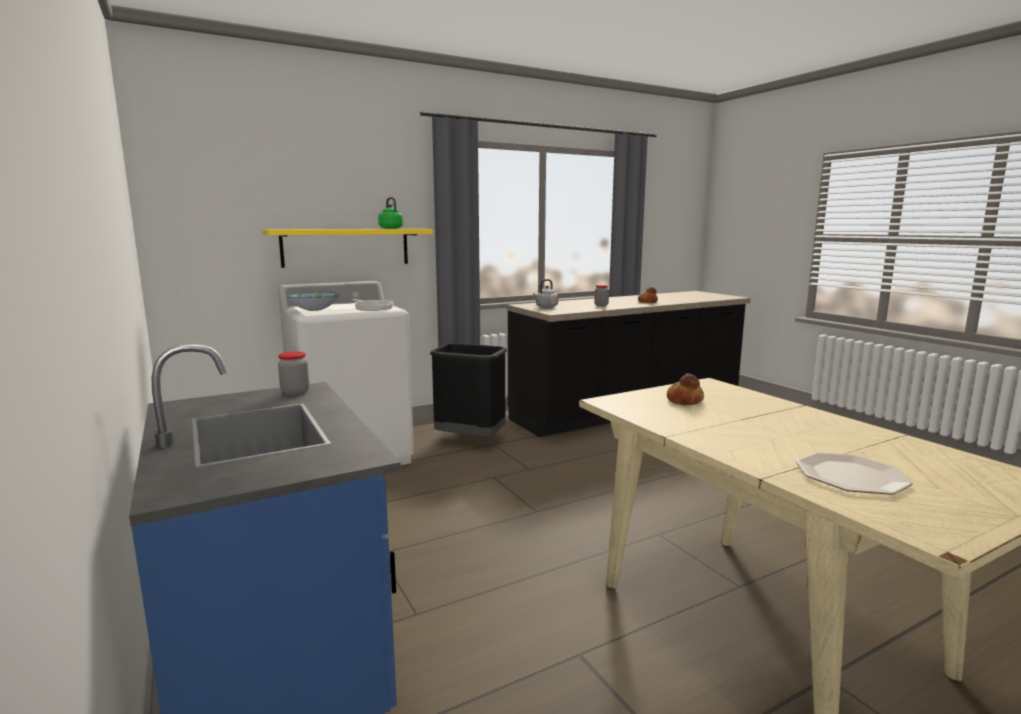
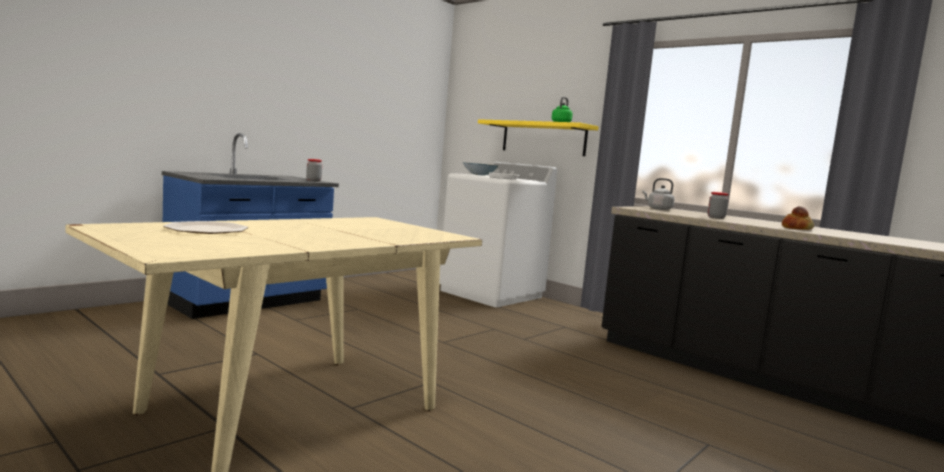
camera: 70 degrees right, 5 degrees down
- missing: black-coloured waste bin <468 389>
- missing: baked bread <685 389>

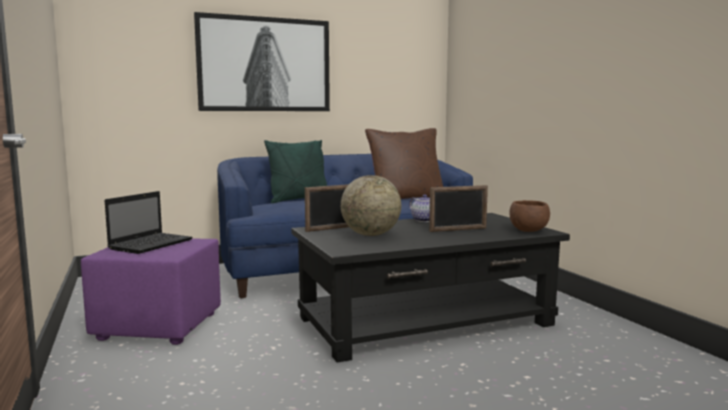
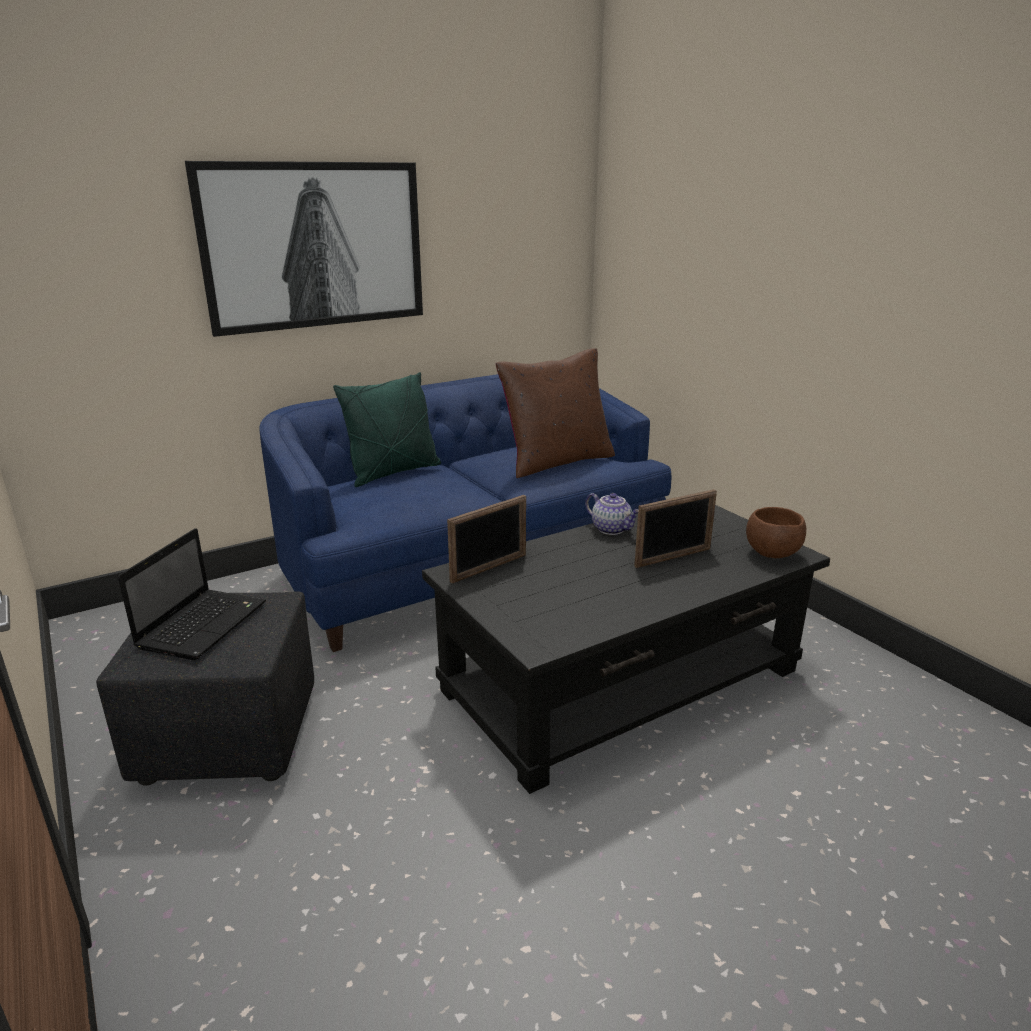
camera: 10 degrees left, 15 degrees up
- colour: purplish ottoman <151 291> to black-coloured ottoman <205 688>
- missing: globe <371 205>

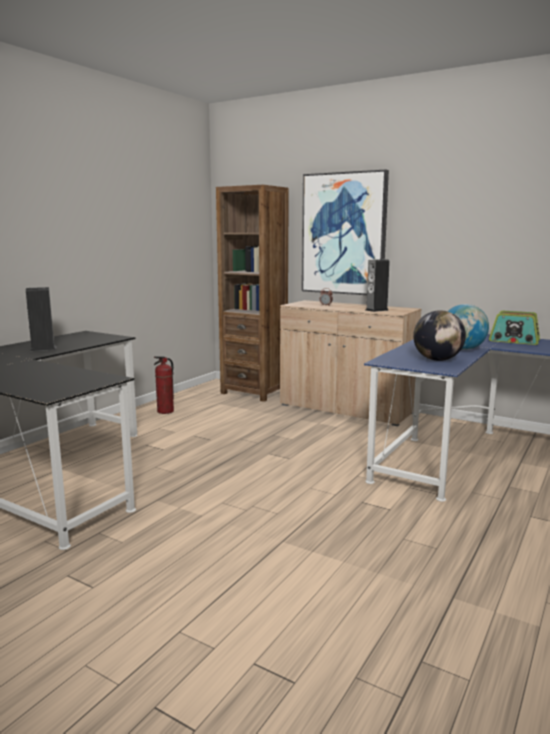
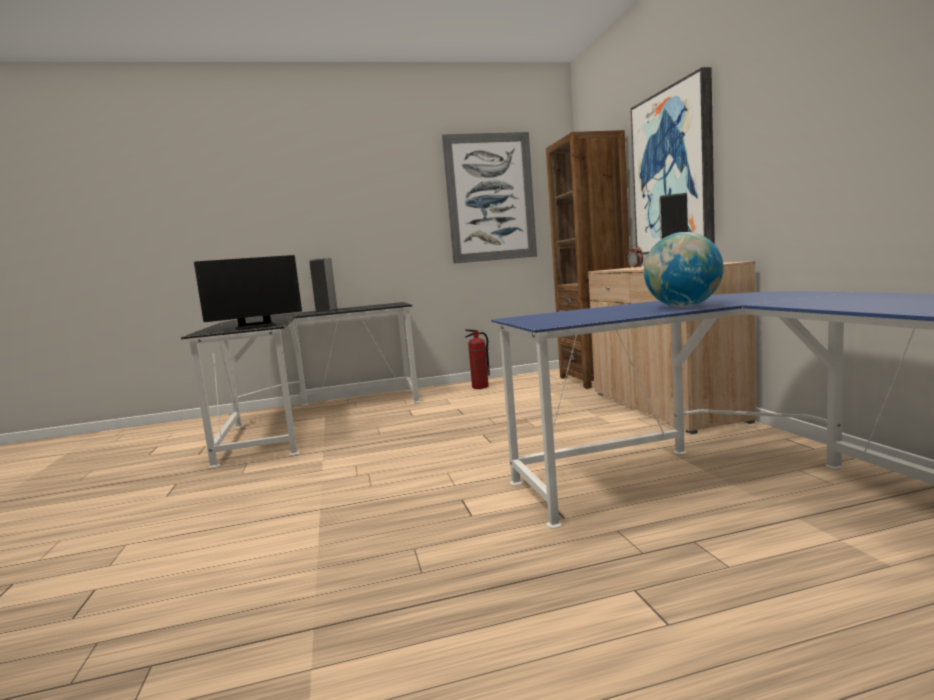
camera: 45 degrees right, 5 degrees down
- appeared: monitor <248 292>
- appeared: picture <489 198>
- missing: globe <439 335>
- missing: radio <514 328>

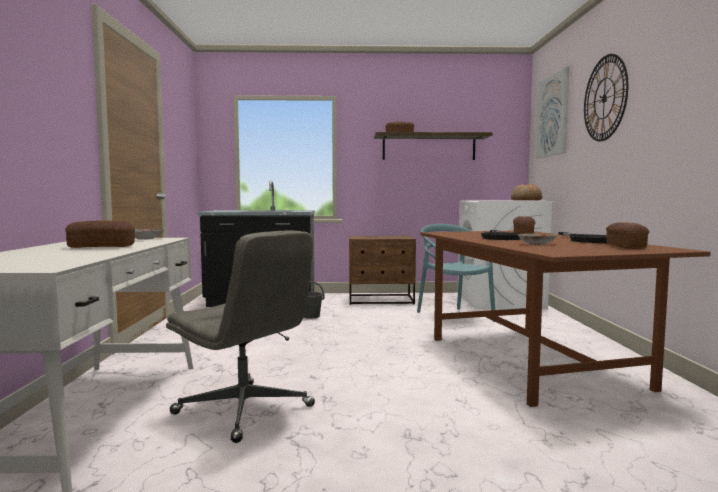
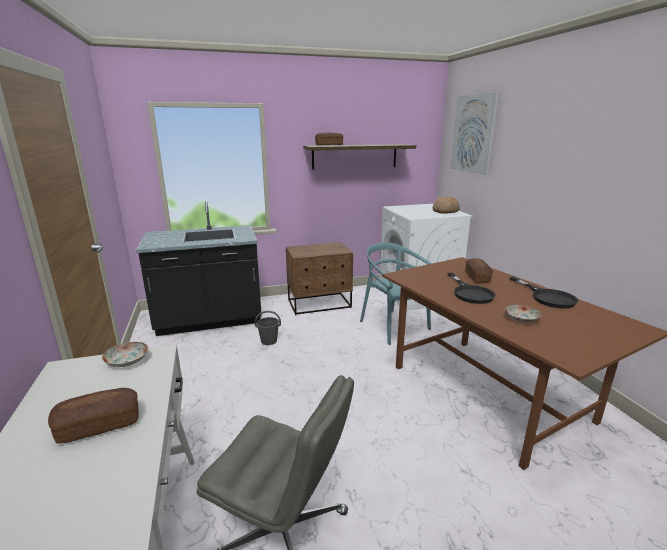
camera: 15 degrees left, 15 degrees up
- missing: hanging clock <606 97>
- missing: baked bread <627 235>

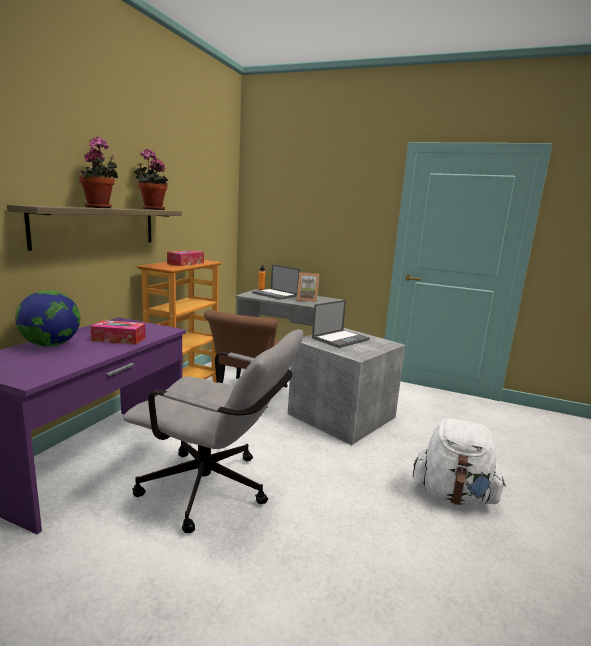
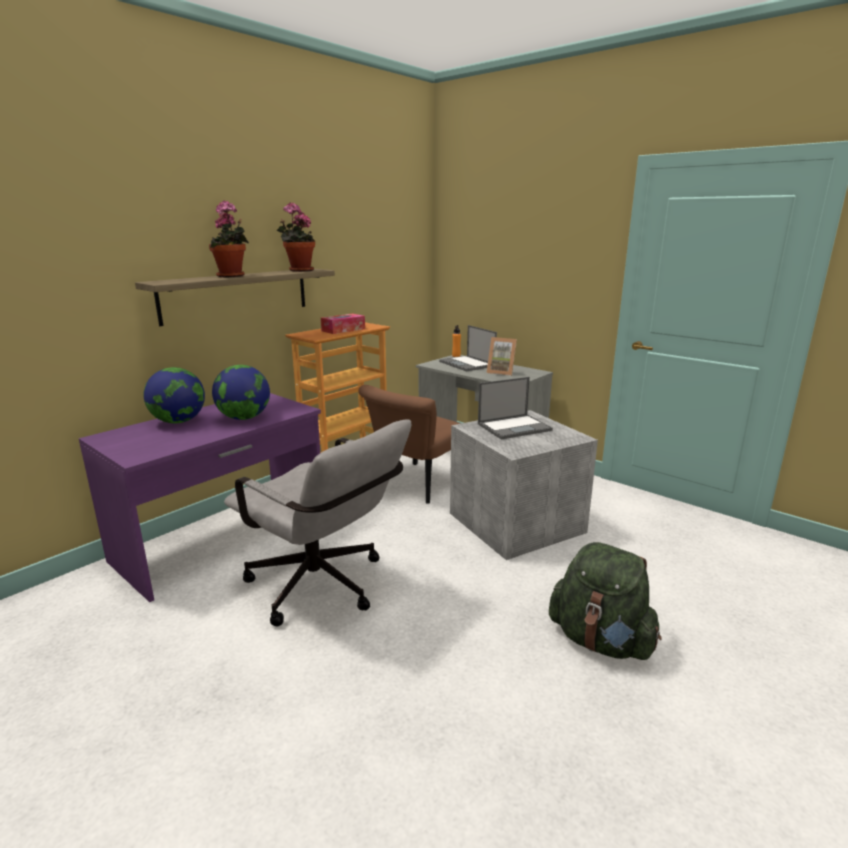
camera: 20 degrees right, 5 degrees up
- exchanged: tissue holder <118 332> to globe <241 392>
- colour: white backpack <459 462> to greenish backpack <605 601>

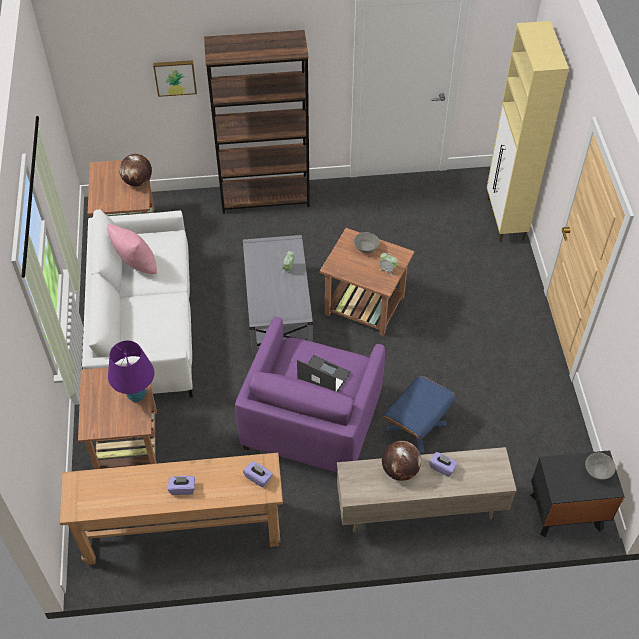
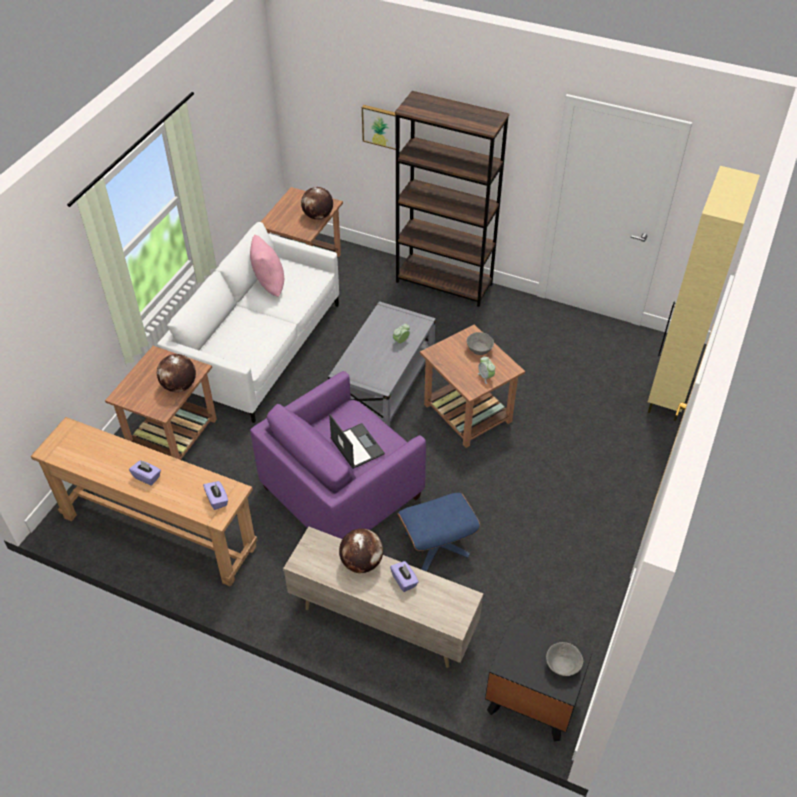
camera: 30 degrees right, 5 degrees down
- exchanged: purplish table lamp <131 371> to globe <176 373>

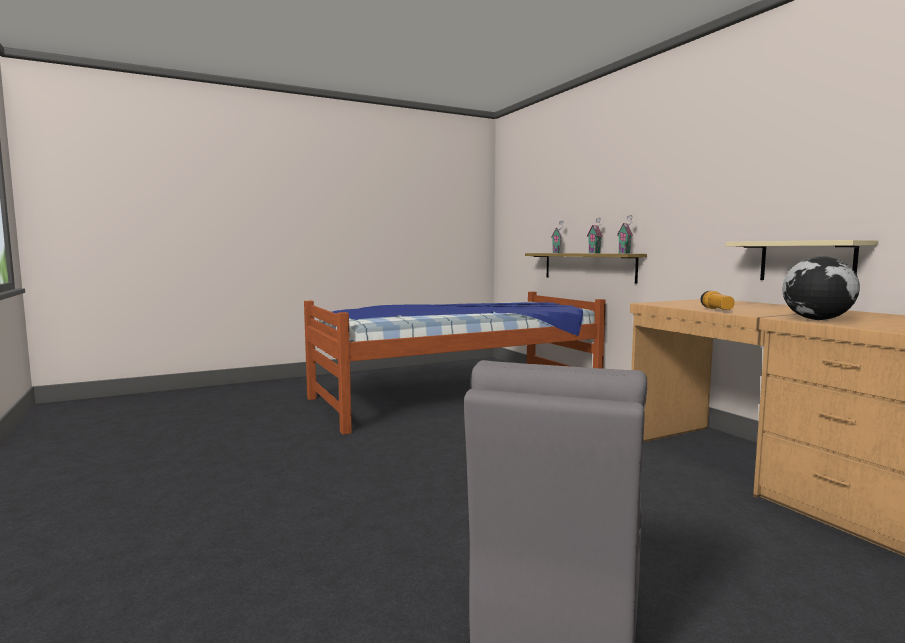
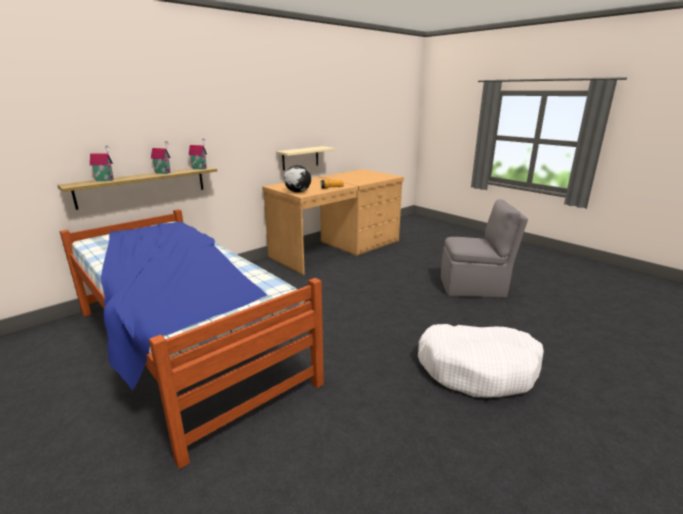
camera: 105 degrees left, 15 degrees up
- relocated: globe <821 288> to <297 179>
- appeared: white dog cushion <481 360>

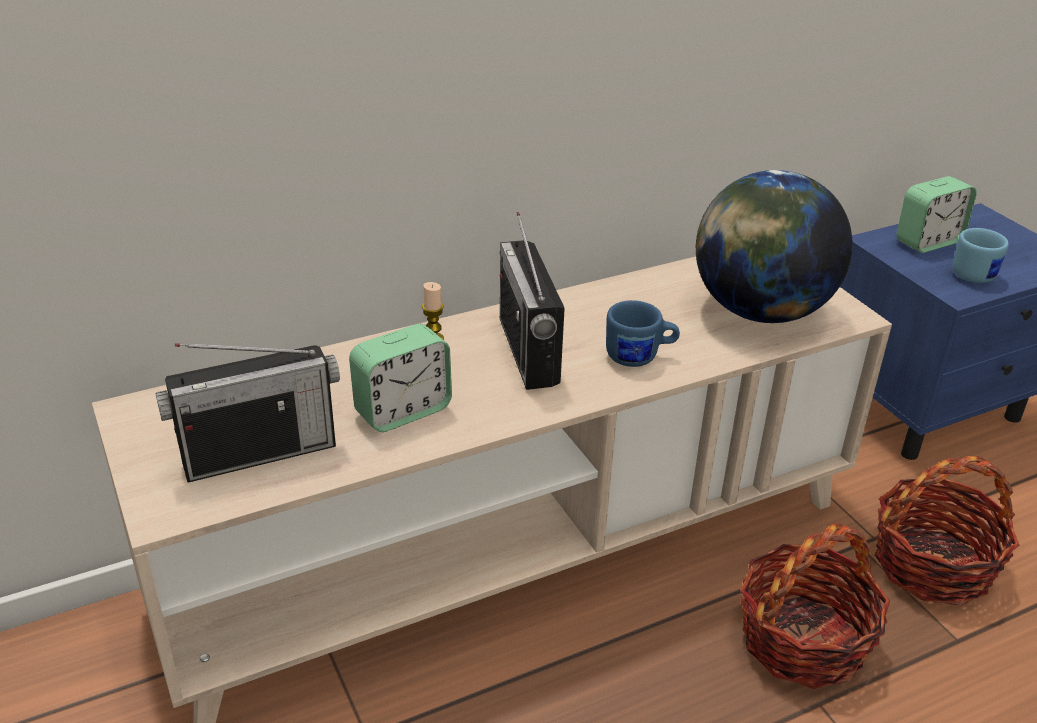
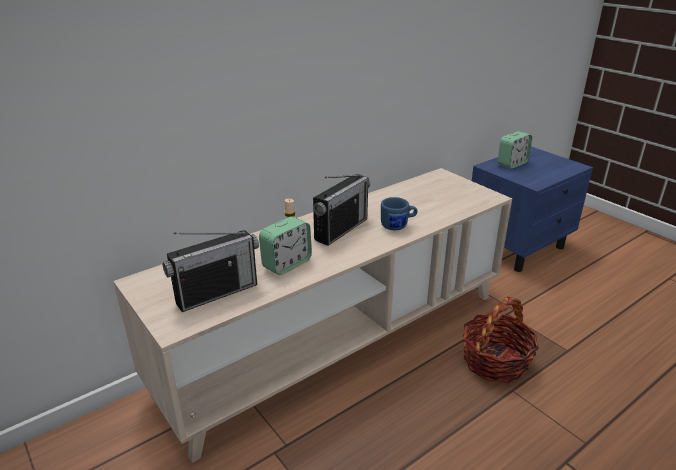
camera: 10 degrees left, 5 degrees down
- spun: radio <532 301> = <341 210> 120 degrees counterclockwise
- missing: globe <774 246>
- missing: basket <947 531>
- missing: blue tea mug <981 255>

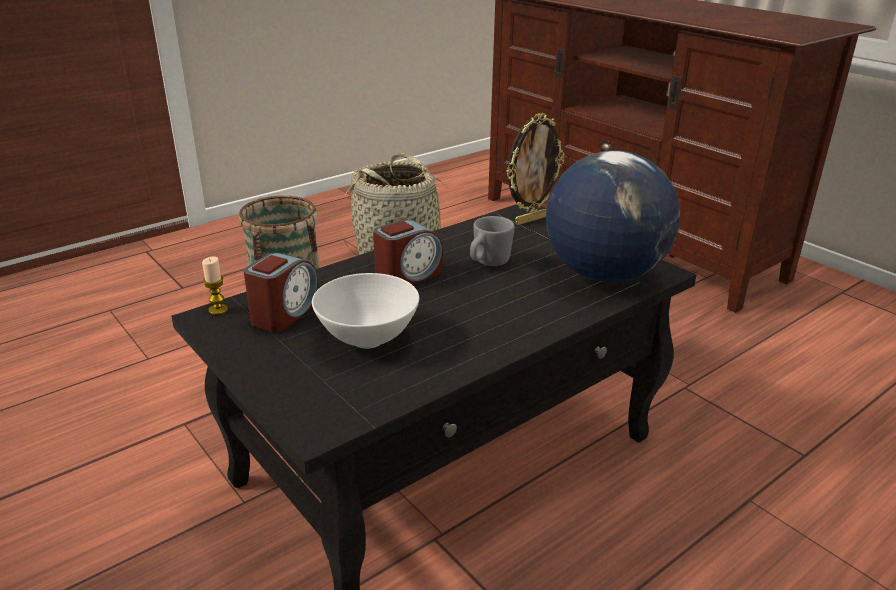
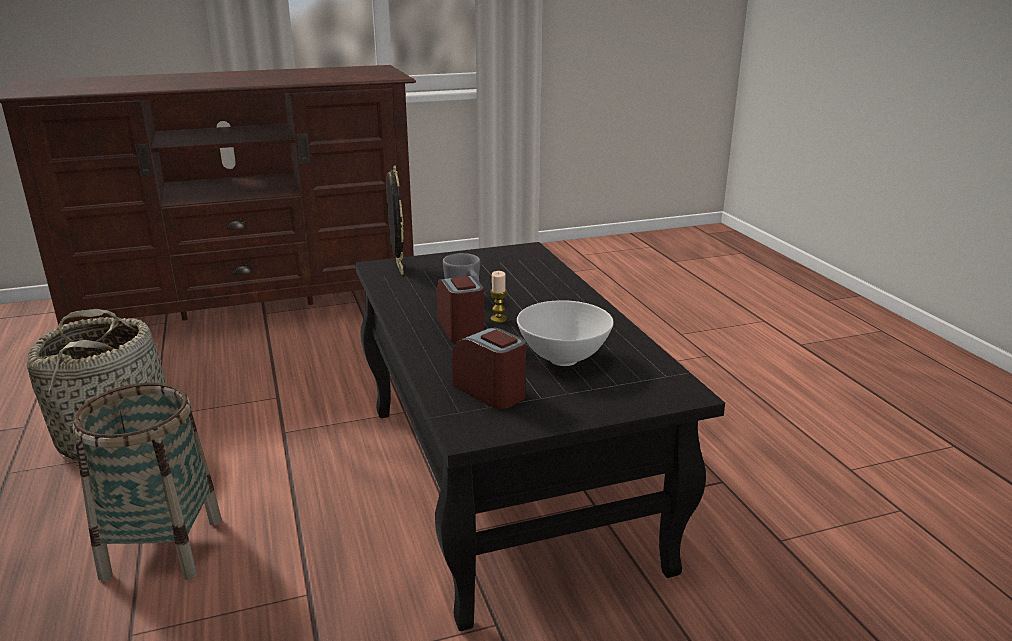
camera: 70 degrees left, 5 degrees down
- relocated: wax light <215 286> to <498 297>
- missing: globe <613 216>

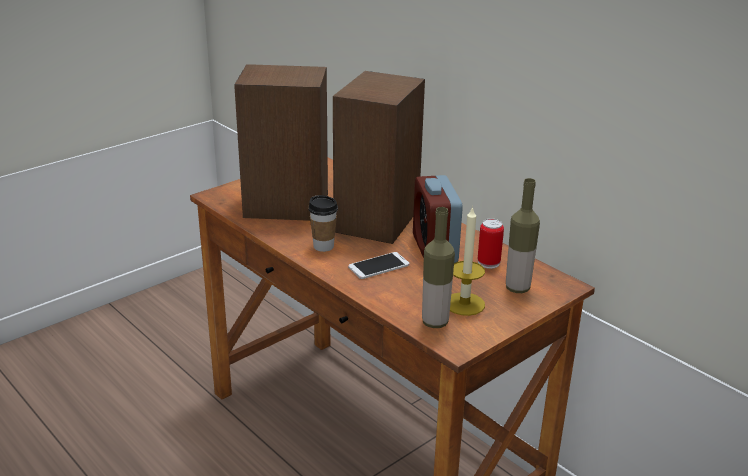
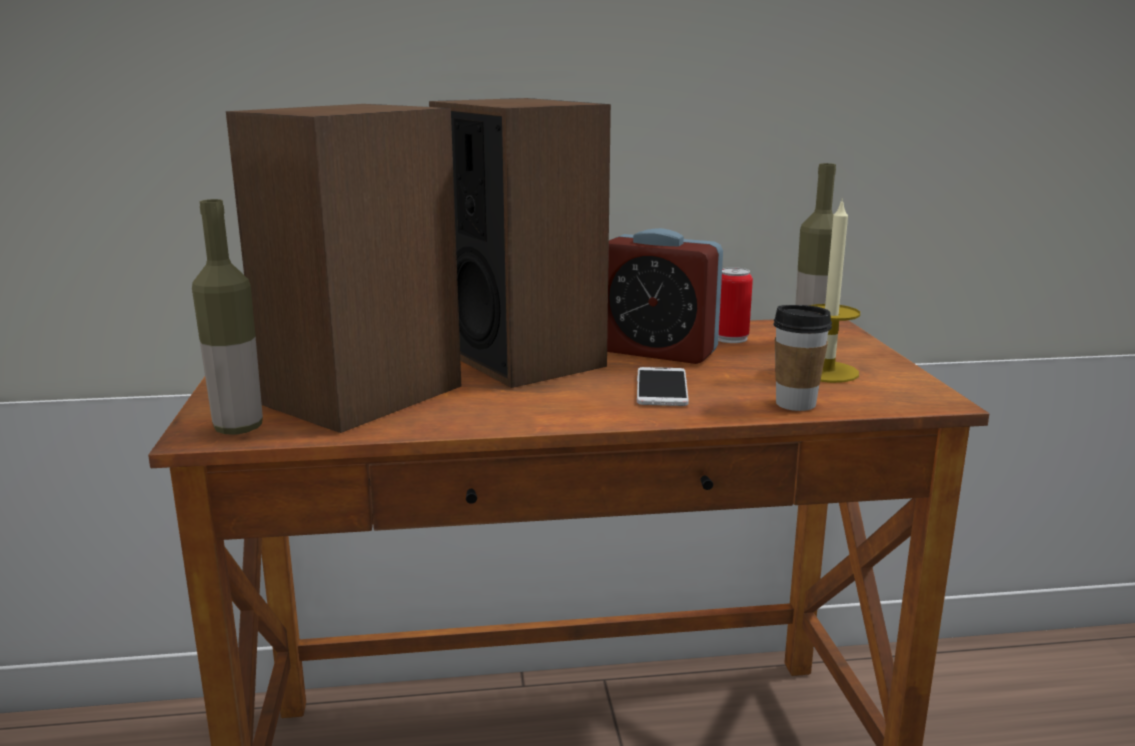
camera: 55 degrees left, 10 degrees down
- relocated: beverage bottle <438 267> to <227 316>
- relocated: cup <323 223> to <802 358>

